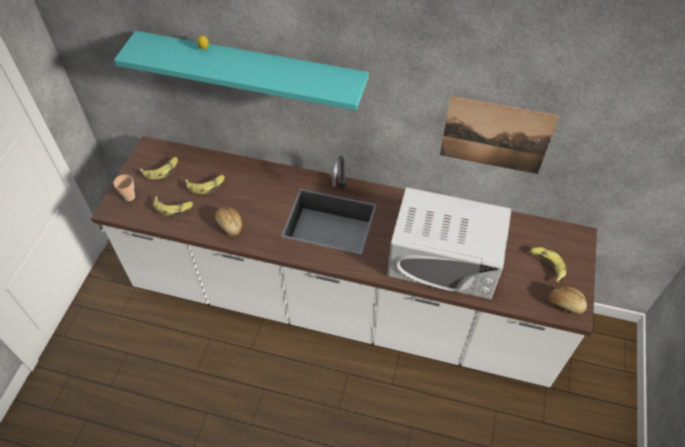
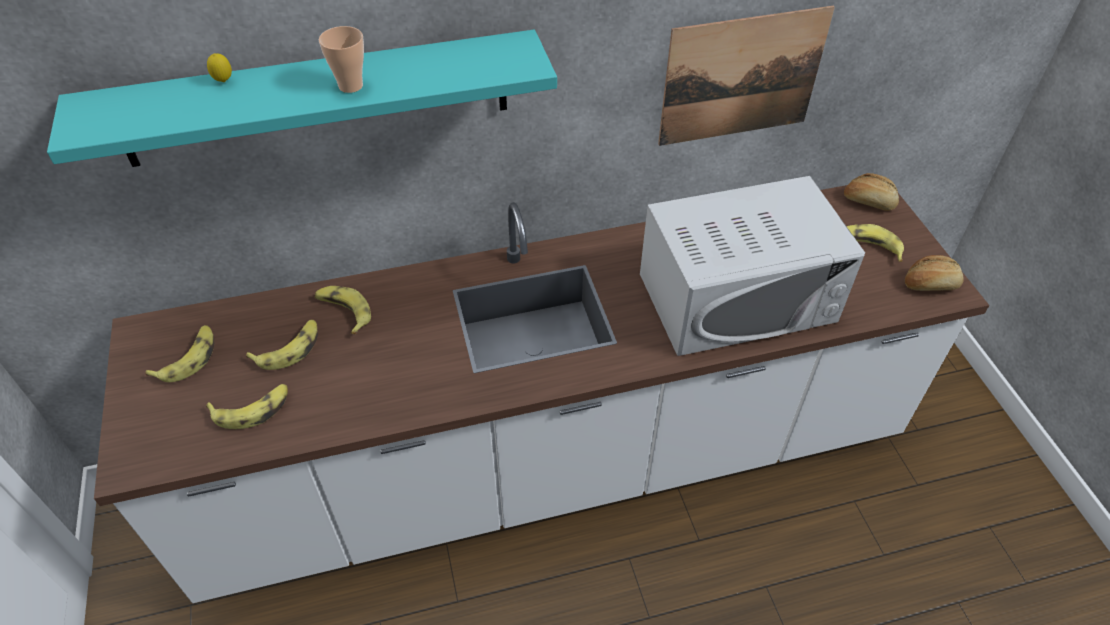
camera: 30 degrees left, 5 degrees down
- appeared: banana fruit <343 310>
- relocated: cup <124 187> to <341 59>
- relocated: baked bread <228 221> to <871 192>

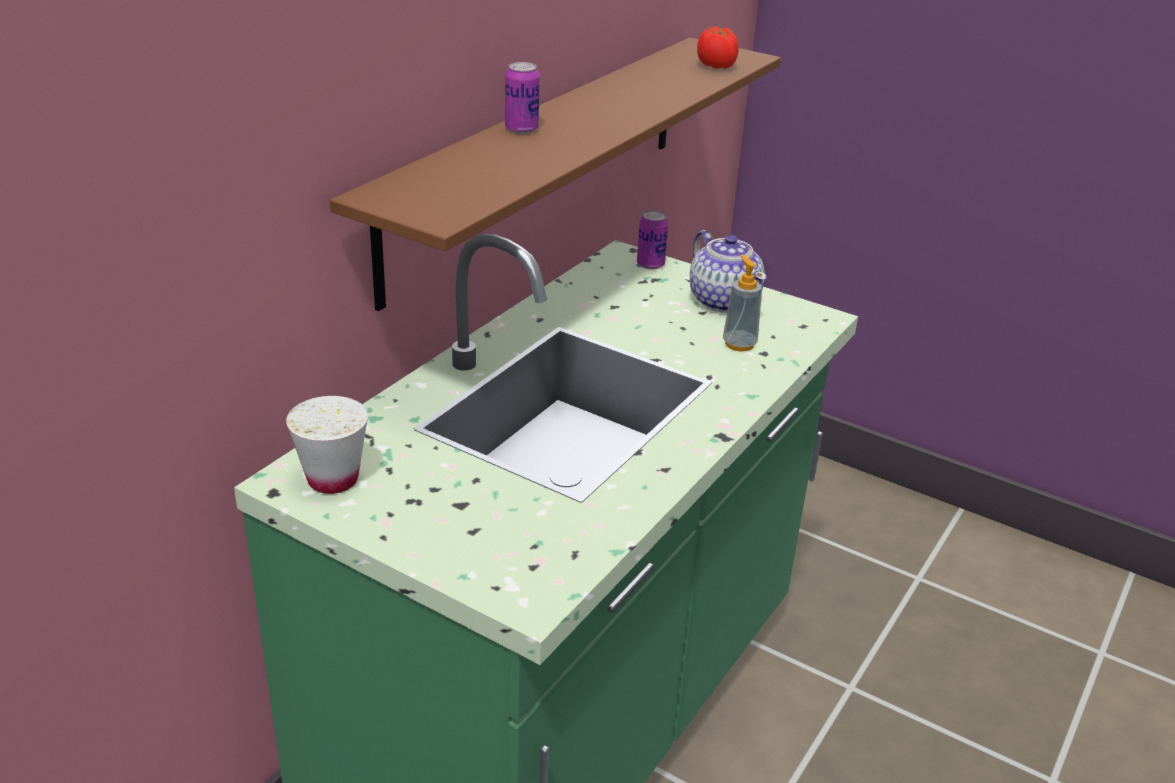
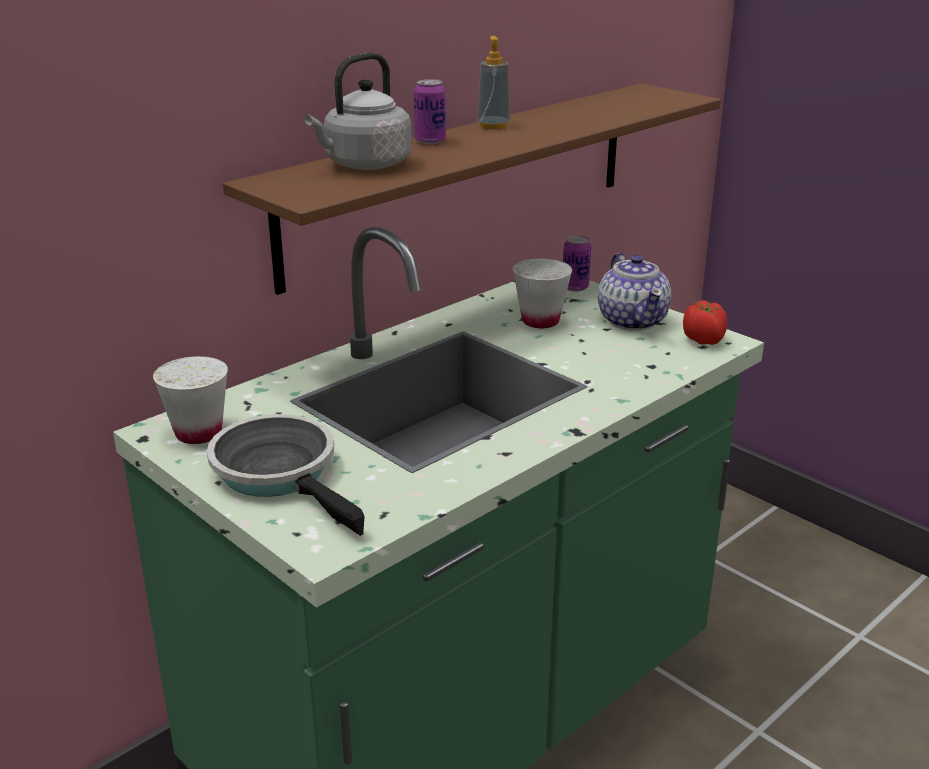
camera: 15 degrees right, 5 degrees down
- appeared: frying pan <286 475>
- appeared: grey tea kettle <358 111>
- relocated: liquid soap bottle <742 303> to <493 83>
- appeared: white cup <542 293>
- relocated: whole tomato <718 47> to <705 322>

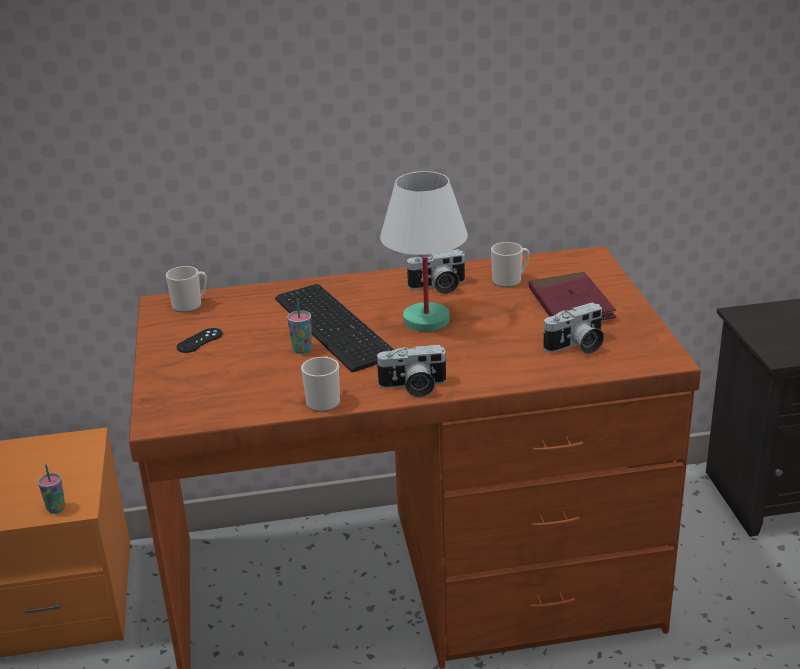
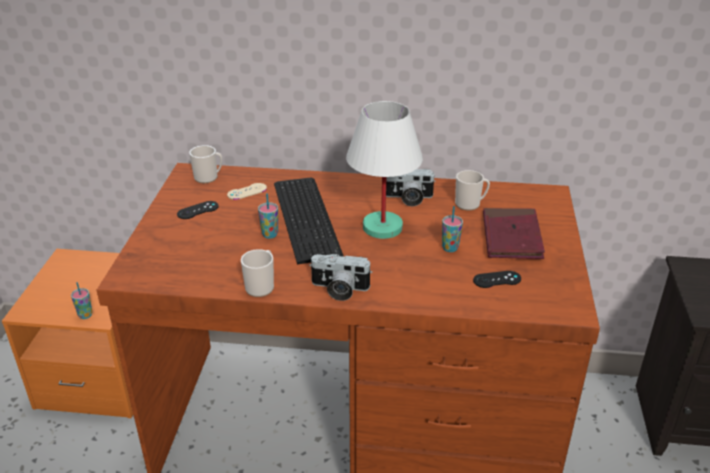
camera: 15 degrees right, 5 degrees up
- appeared: sand-coloured gamepad <247 191>
- appeared: cup <452 229>
- exchanged: still camera <573 328> to black-coloured gamepad <497 279>

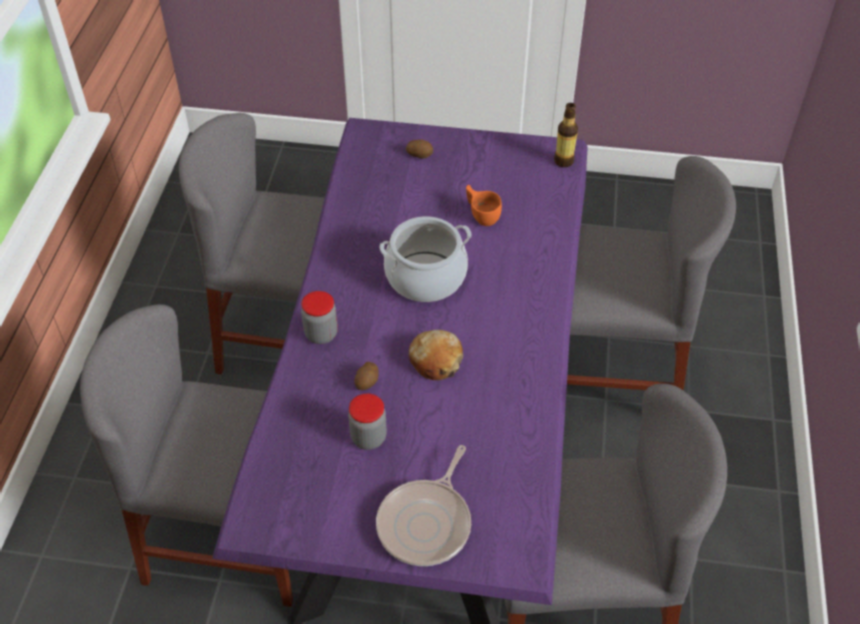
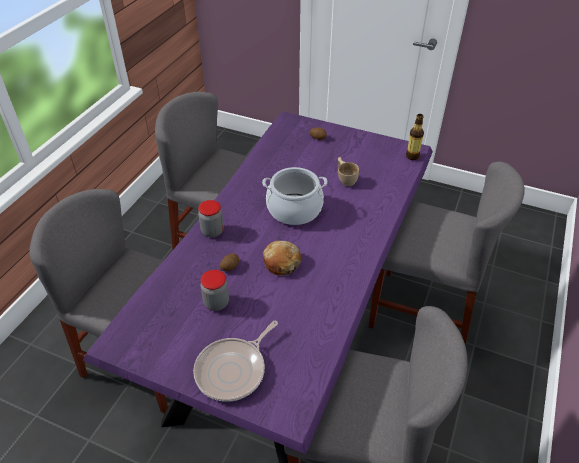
camera: 15 degrees right, 5 degrees down
- colour: orangey cup <484 205> to sand-coloured cup <348 171>

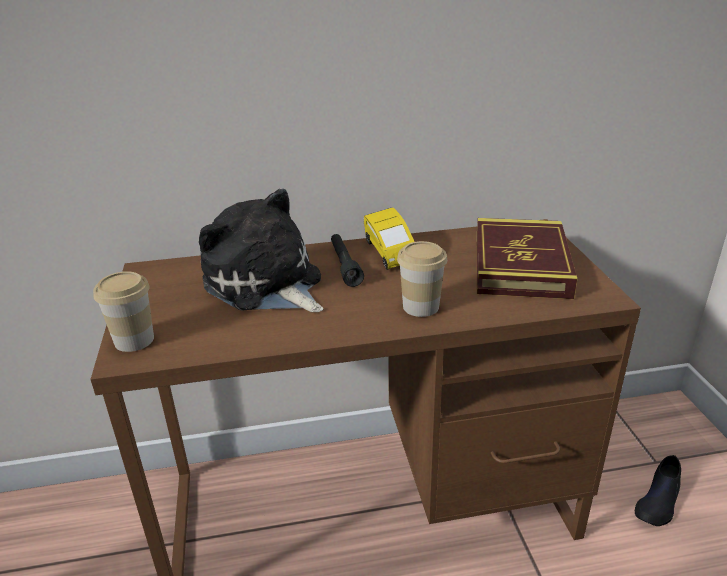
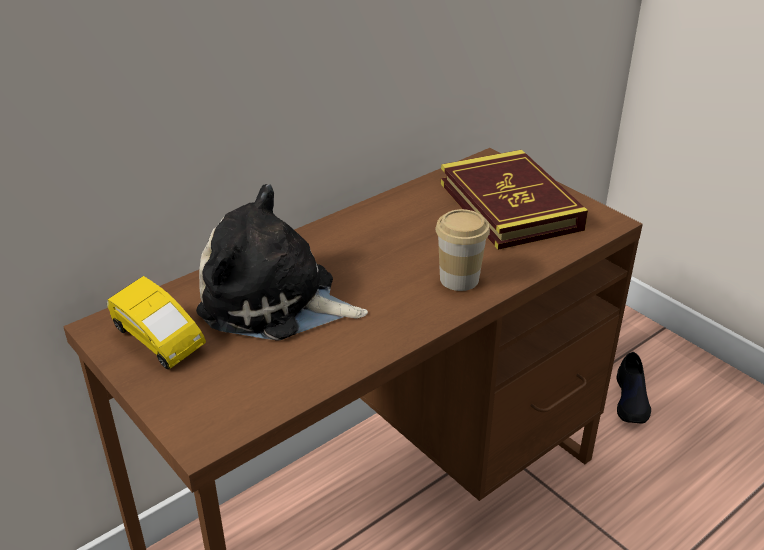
camera: 30 degrees left, 5 degrees up
- relocated: yellow model car <389 238> to <156 322>
- missing: cup <123 311>
- missing: black-coloured torch <347 260>

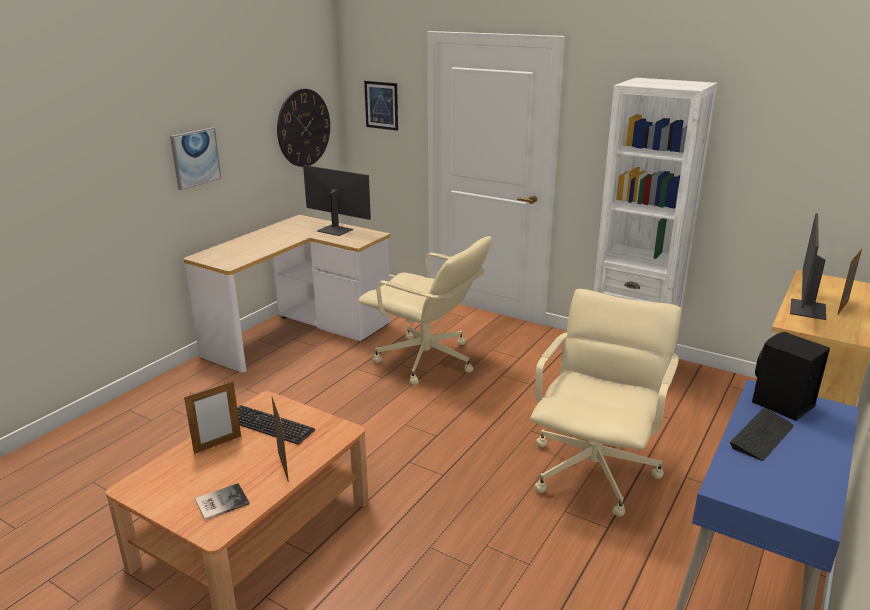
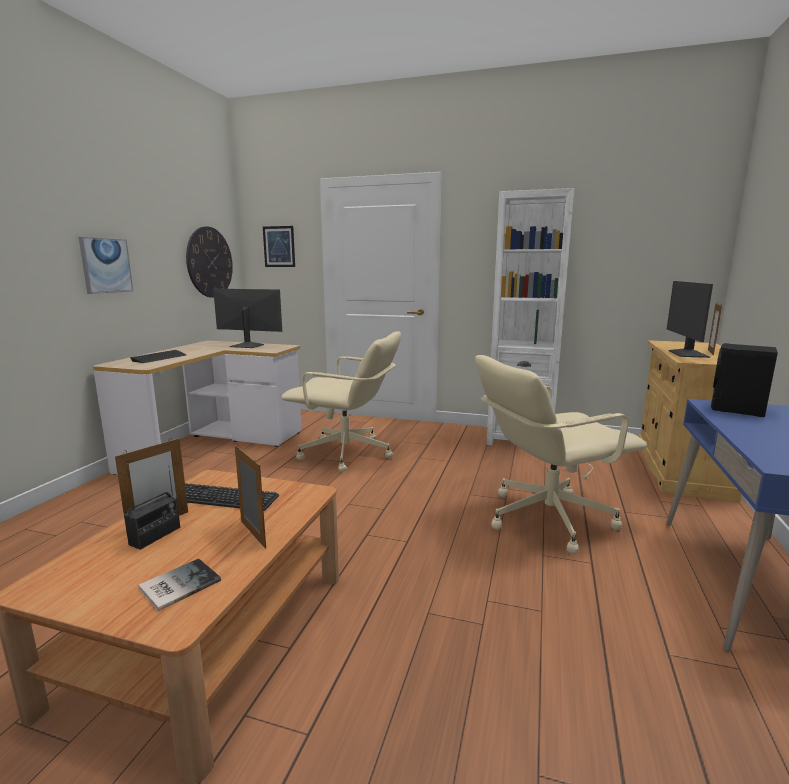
camera: 15 degrees left, 10 degrees down
- appeared: radio <152 508>
- relocated: PC keyboard <762 434> to <158 356>
- spun: sand-coloured desk chair <605 403> = <561 454> 120 degrees counterclockwise

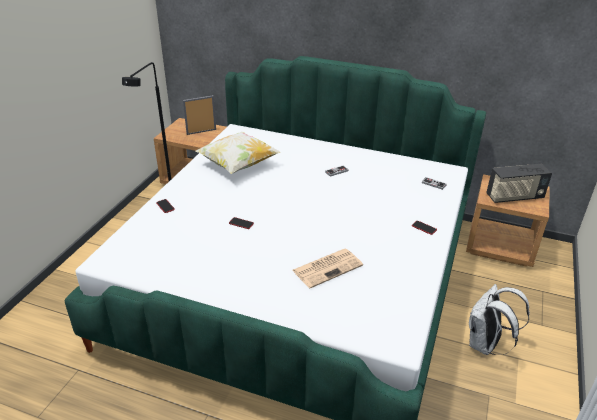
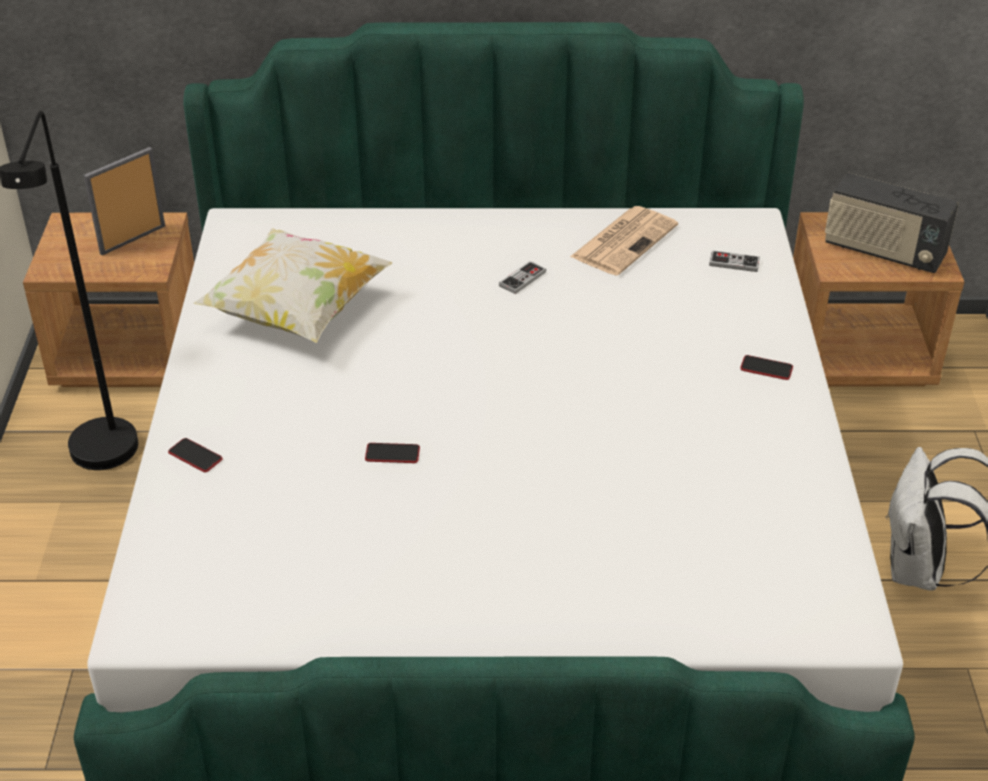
camera: 20 degrees left, 5 degrees up
- relocated: daily paper <327 268> to <624 241>
- spun: radio <519 183> = <892 222> 60 degrees clockwise

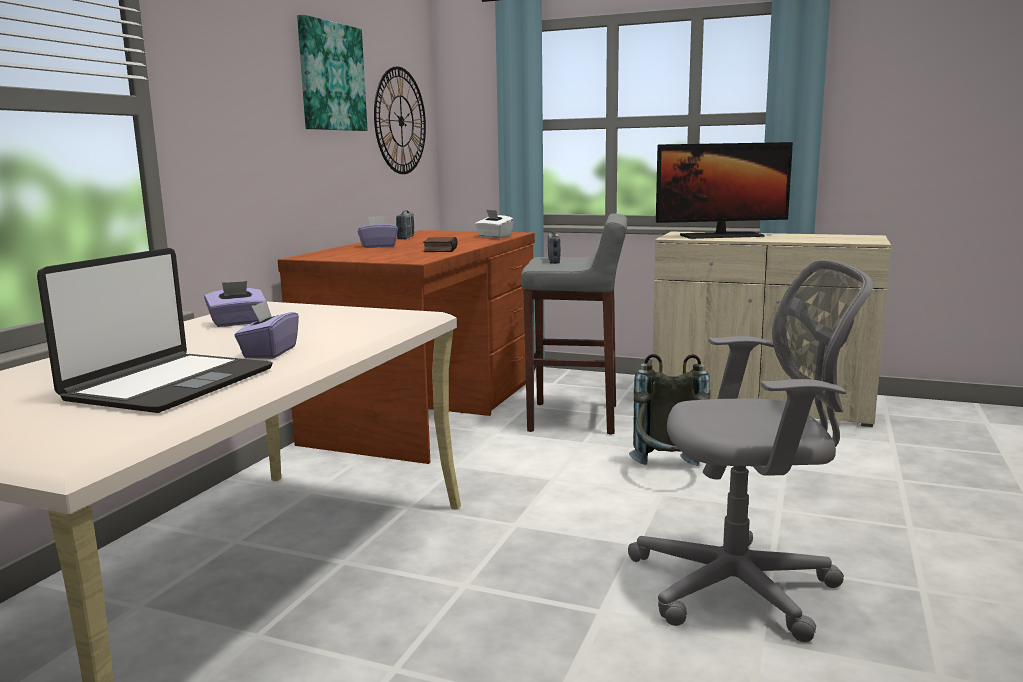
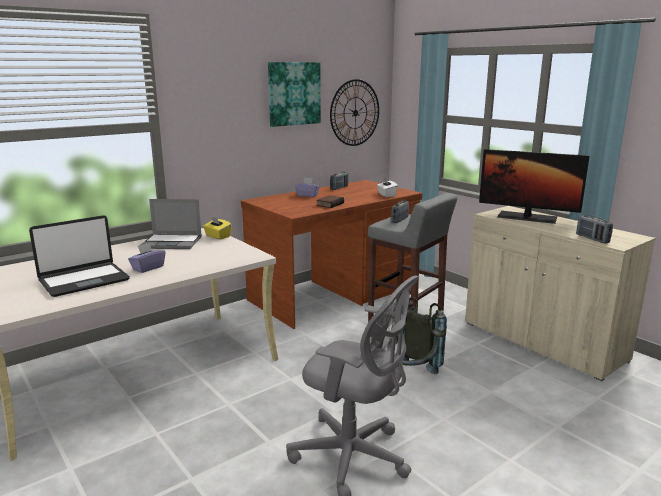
camera: 30 degrees right, 5 degrees up
- exchanged: purplish tissue holder <235 304> to laptop <171 224>
- appeared: yellow tissue holder <217 228>
- appeared: radio <594 229>

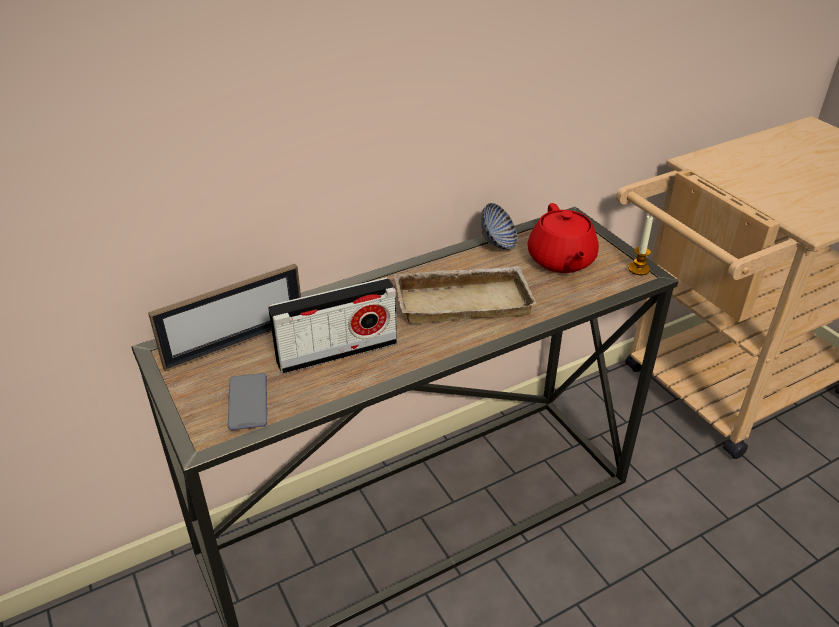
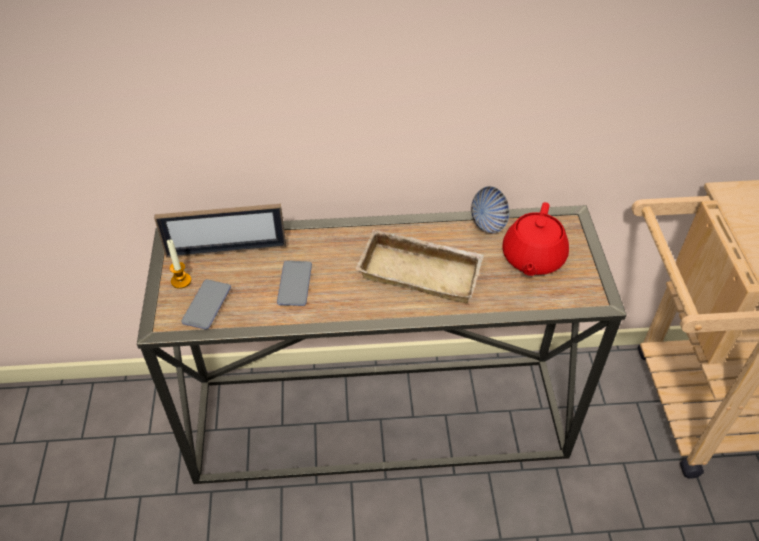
camera: 25 degrees right, 10 degrees up
- relocated: wax light <640 245> to <179 264>
- exchanged: radio <332 325> to telephone <294 283>

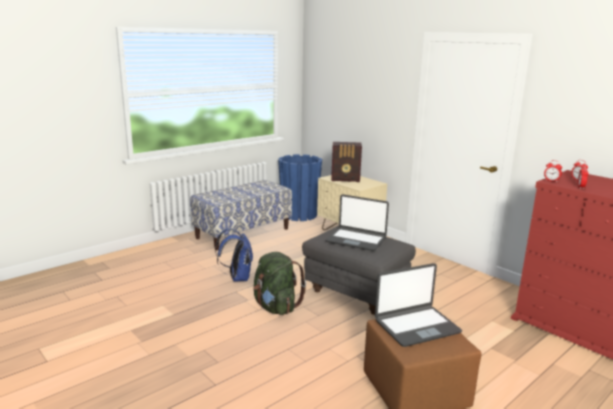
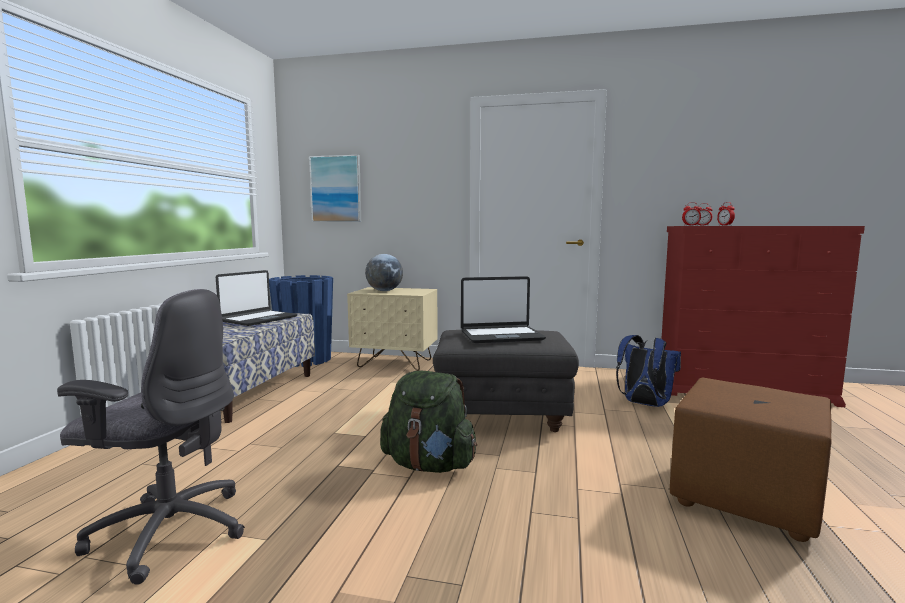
camera: 35 degrees left, 10 degrees down
- appeared: grey desk chair <151 437>
- relocated: laptop <418 305> to <256 298>
- appeared: picture <335 188>
- exchanged: radio <346 162> to globe <384 272>
- relocated: blue backpack <234 255> to <648 371>

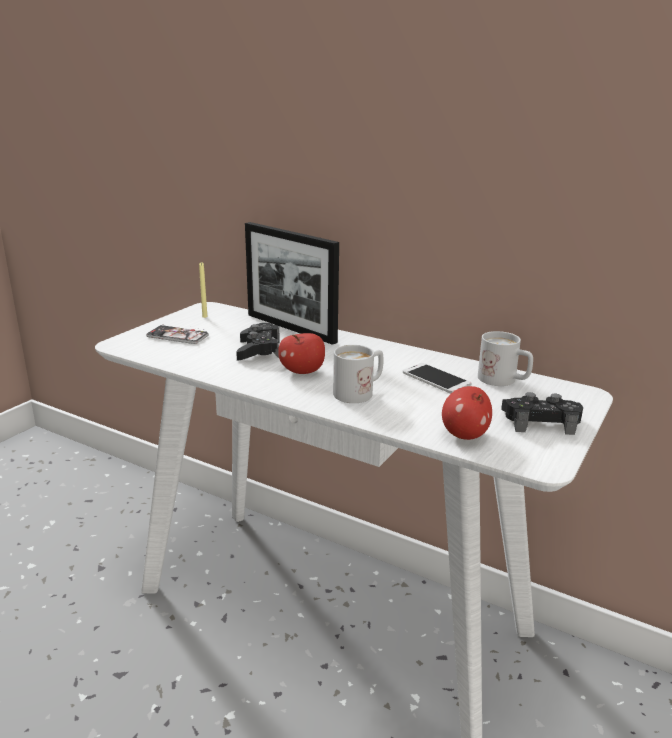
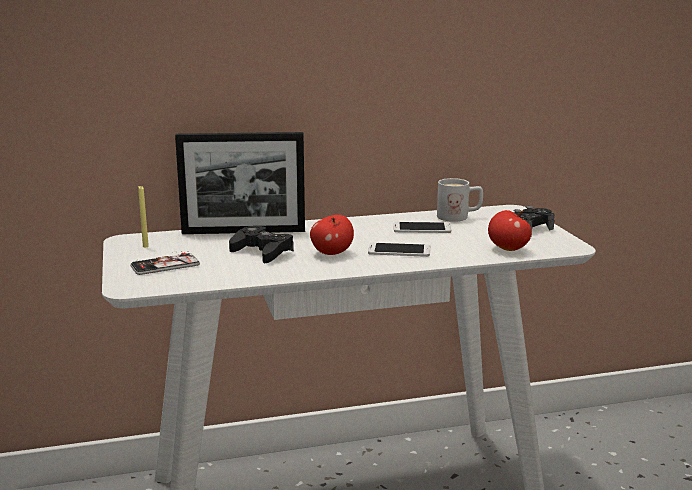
camera: 45 degrees left, 5 degrees down
- exchanged: white tea mug <358 374> to telephone <399 249>

